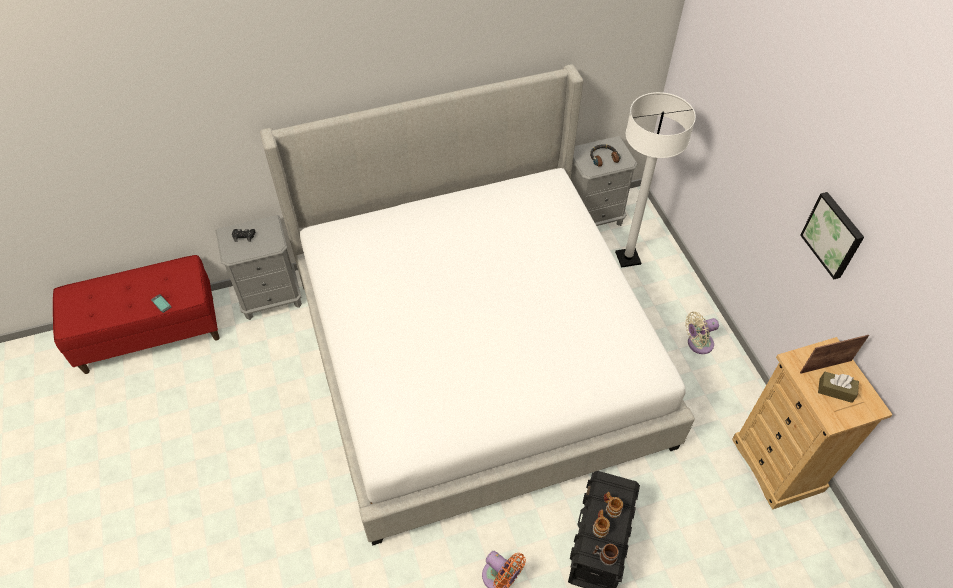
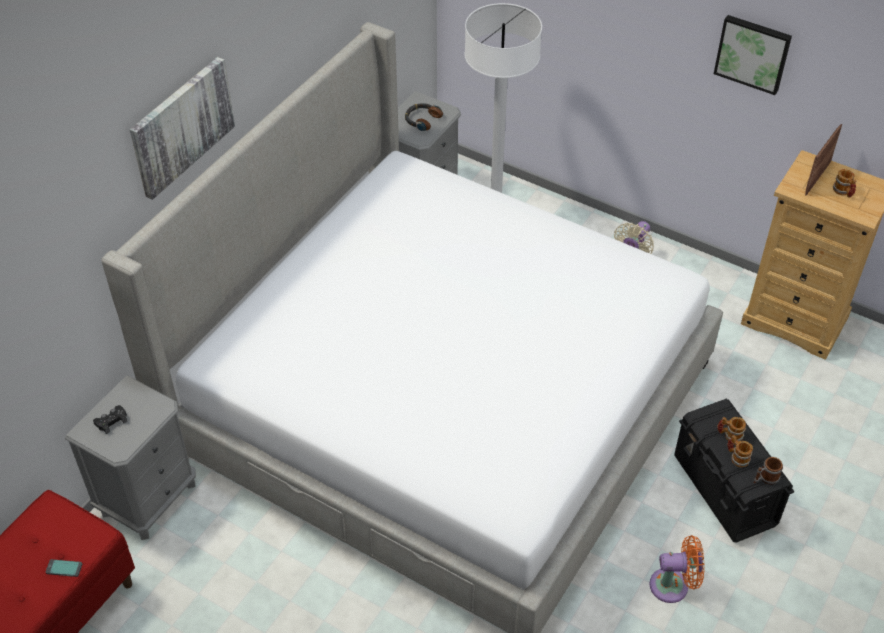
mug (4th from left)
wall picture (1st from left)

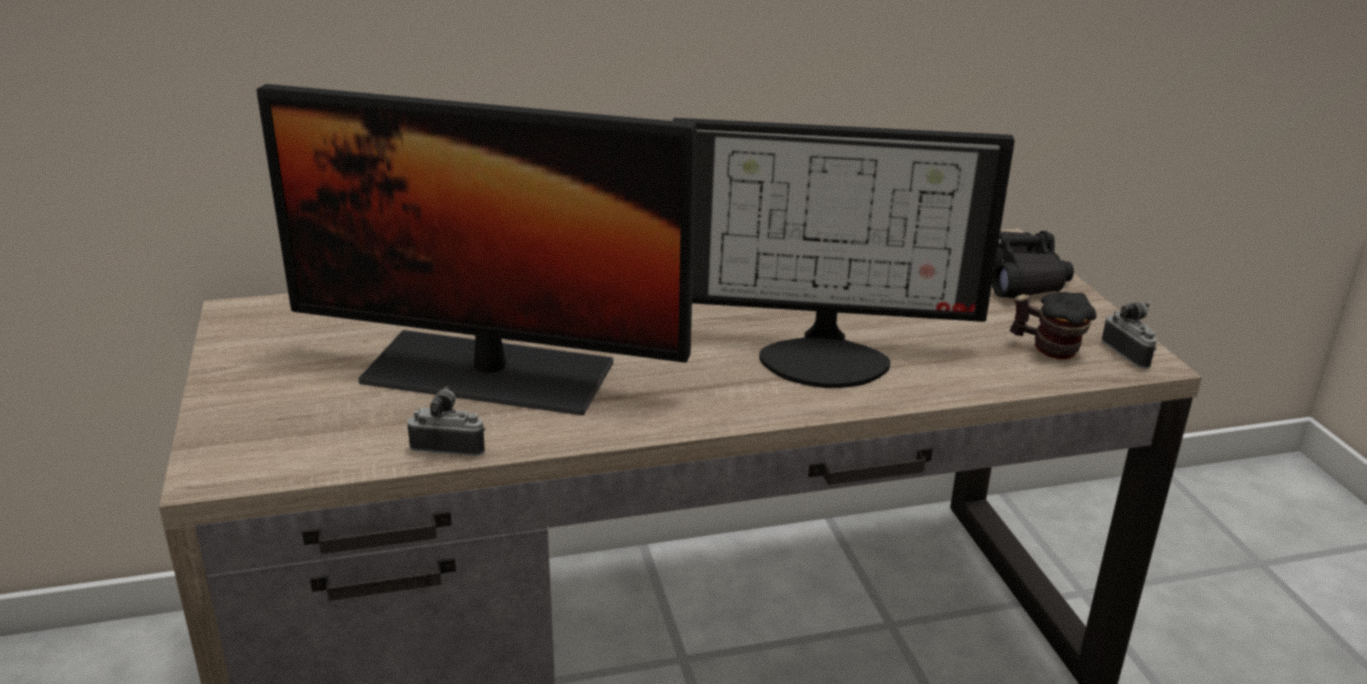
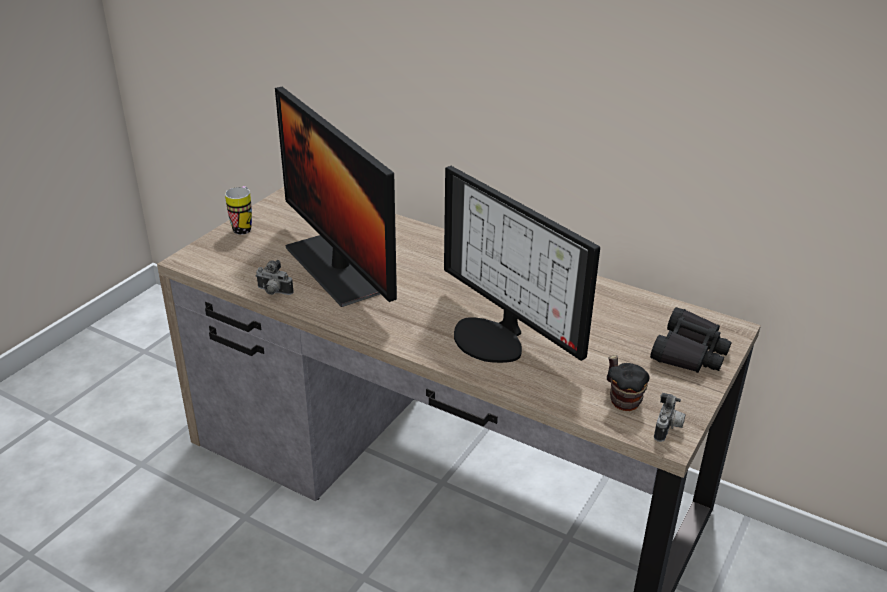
photo camera (1st from left)
mug (1st from left)

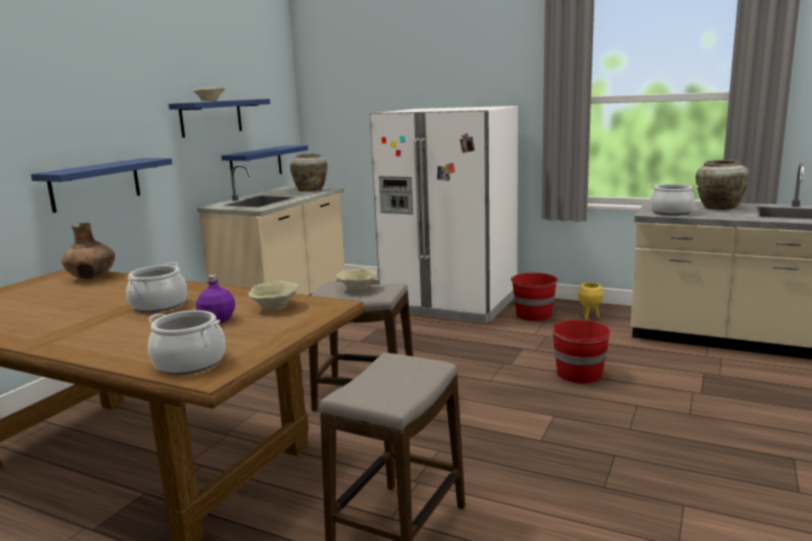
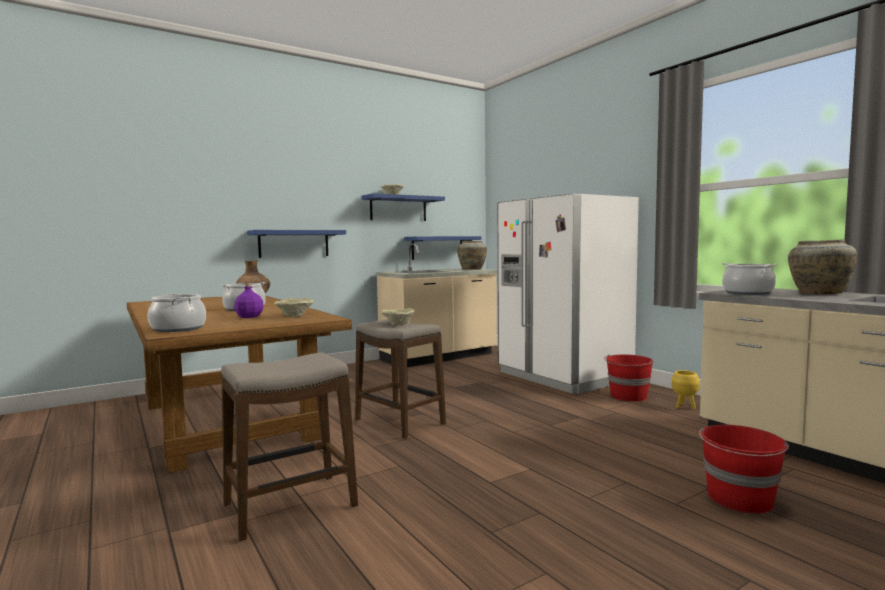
bucket in red-coloured (2nd from left)

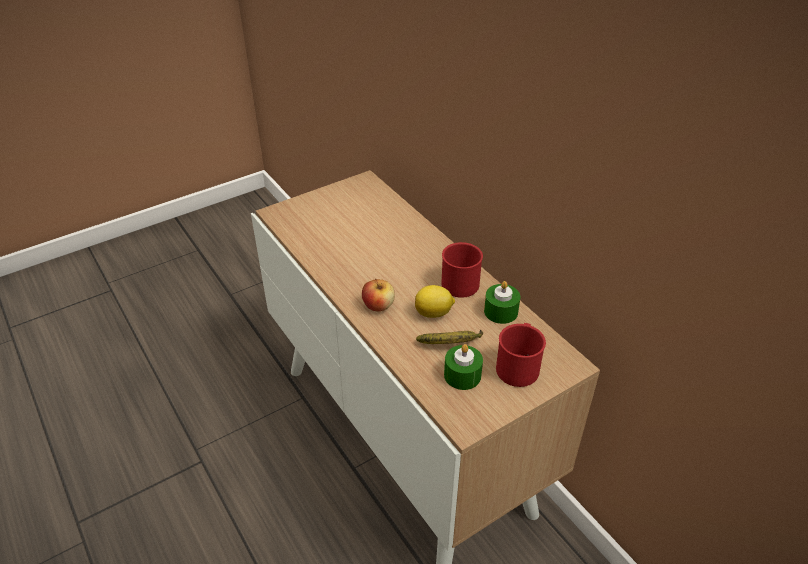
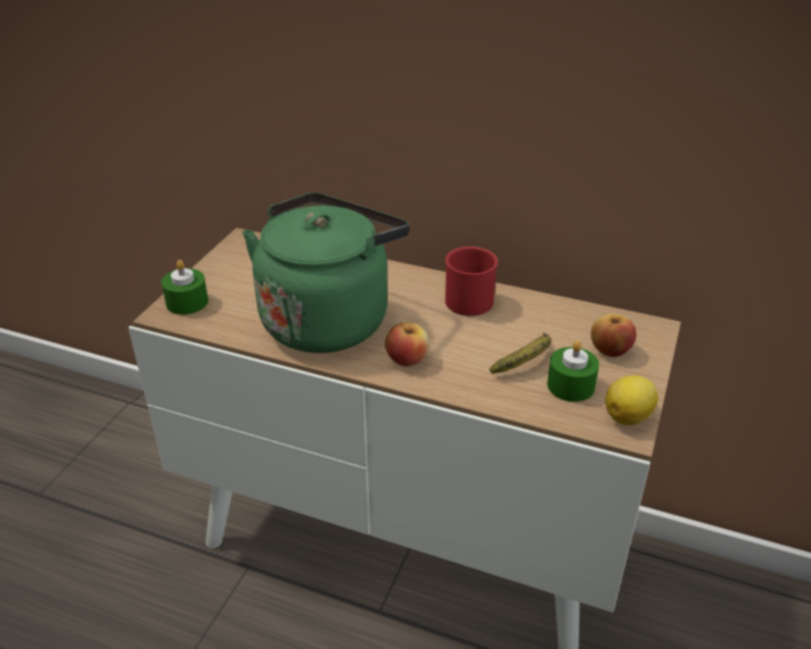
wax light in greenish (1st from left)
whole lemon
apple fruit (2nd from left)
water kettle in greenish

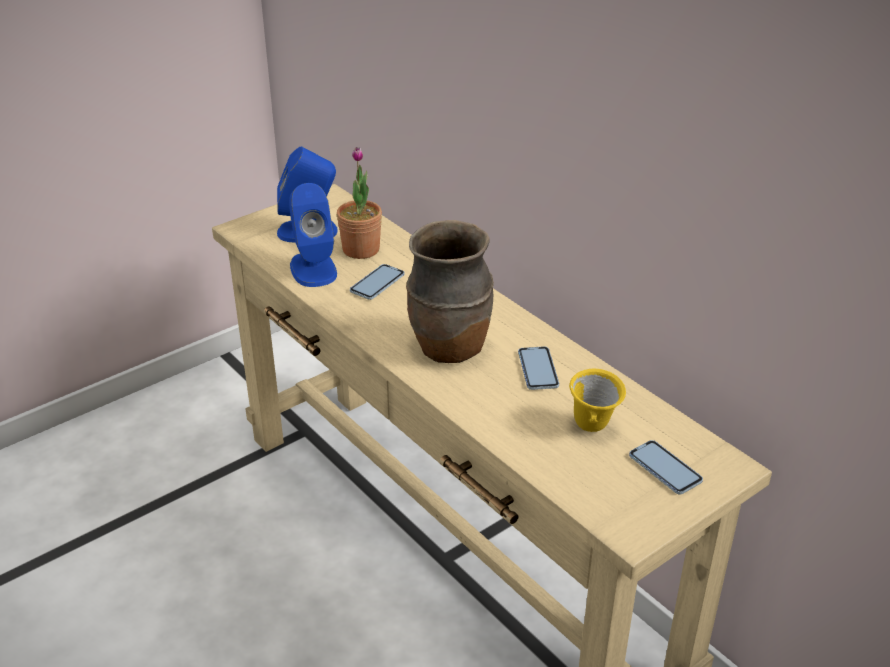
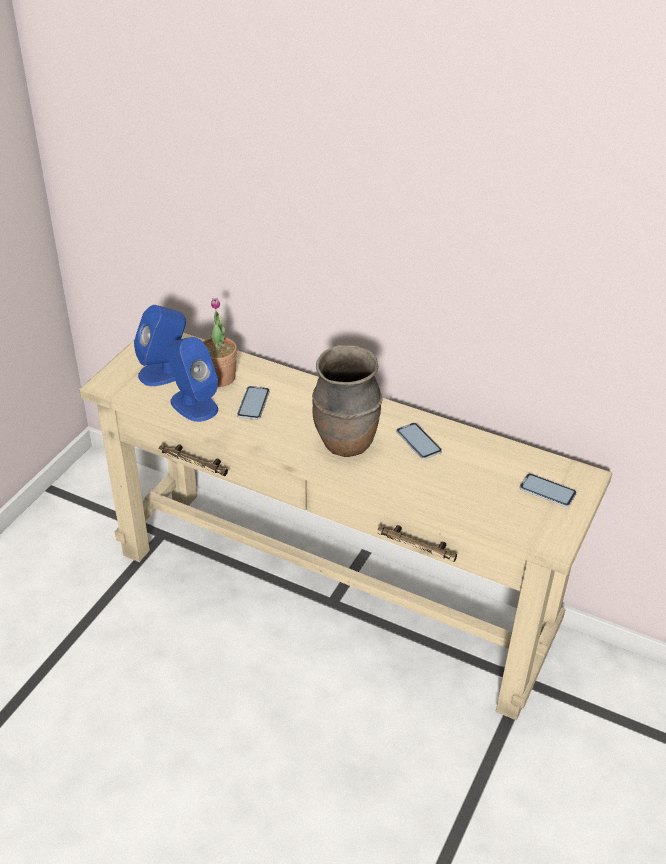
mug in yellow

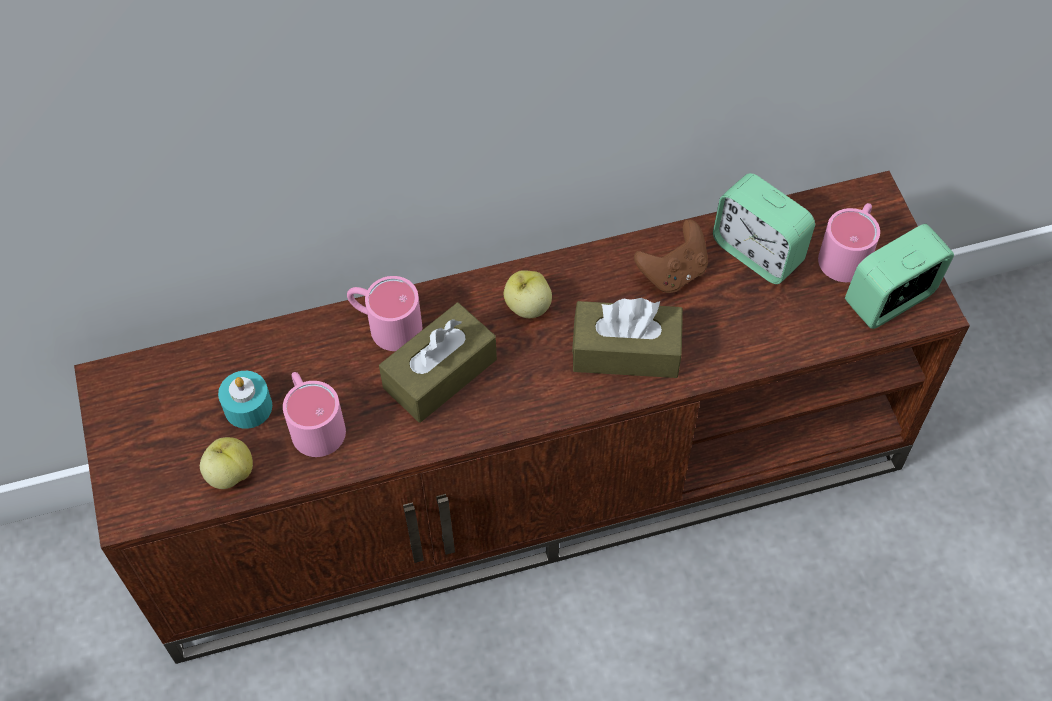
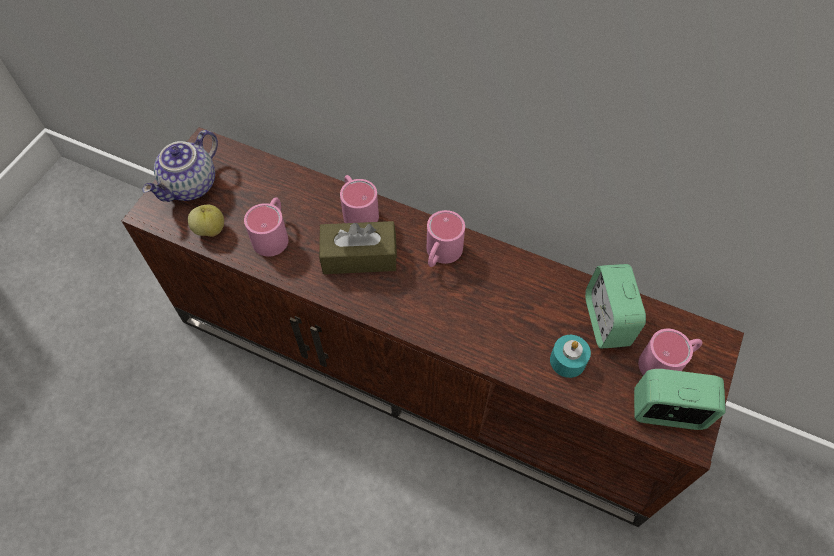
game controller in brownish
mug in pink-coloured (3rd from left)
tissue box in brownish (2nd from left in the first image)
wax light in turquoise-coloured
teapot

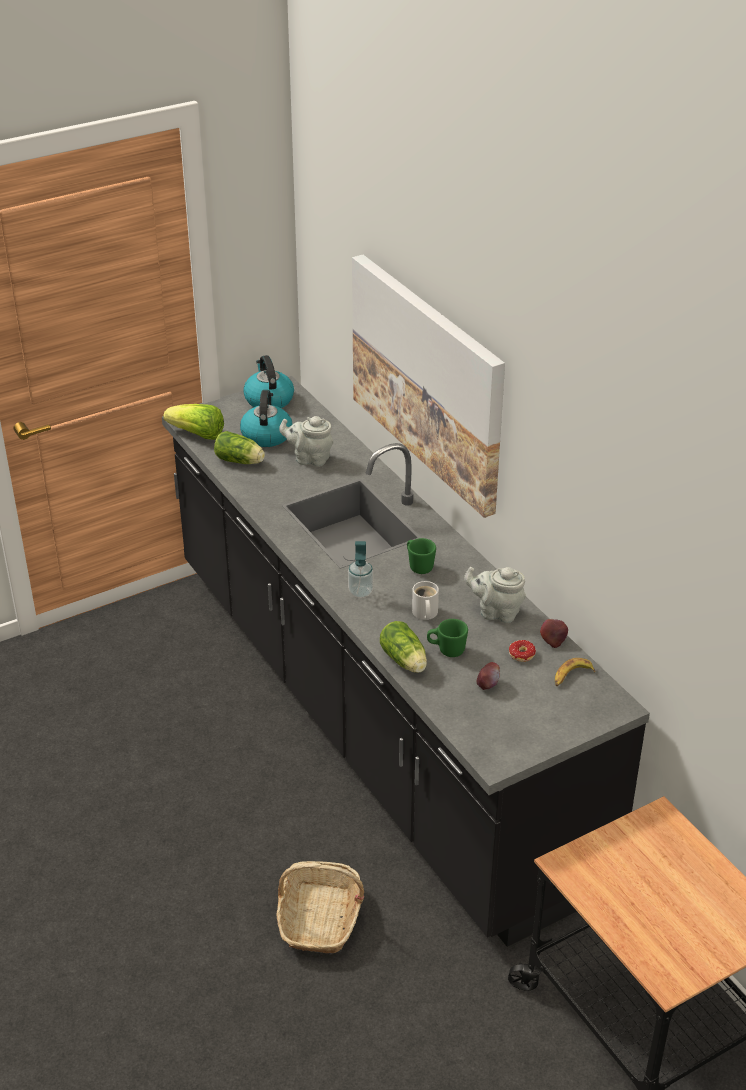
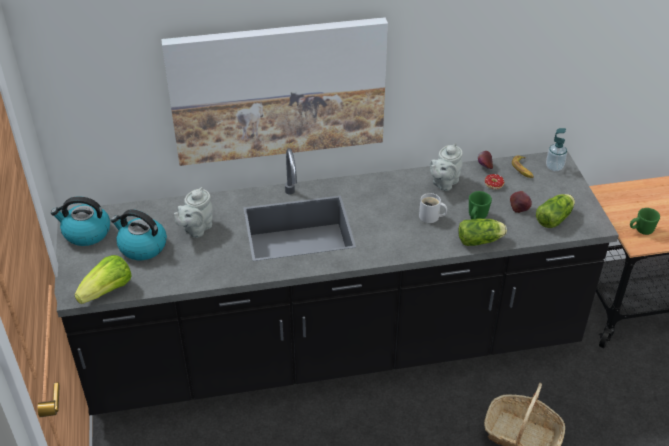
lettuce (3rd from left)
mug in greenish (2nd from left)
liquid soap bottle

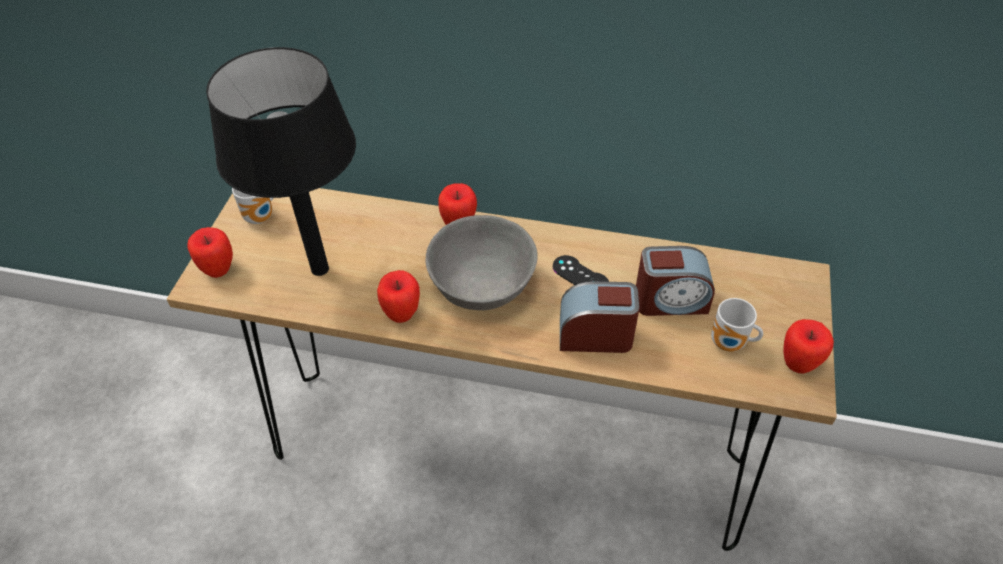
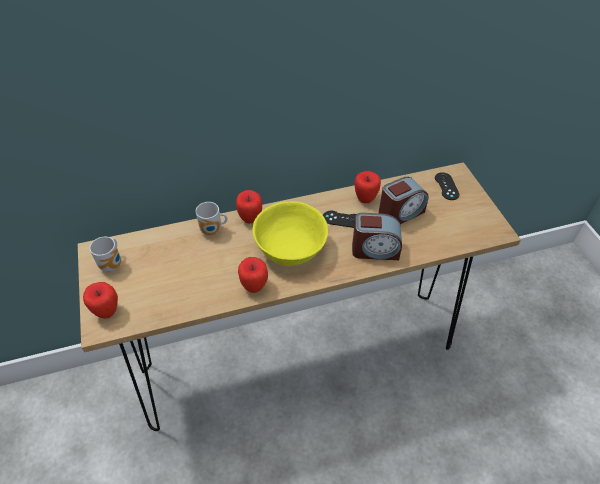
lamp for a table in blackish
serving bowl in yellow
bedside clock (1st from left)
mug (2nd from left)
apple fruit (4th from left)
game controller in blackish (2nd from left)

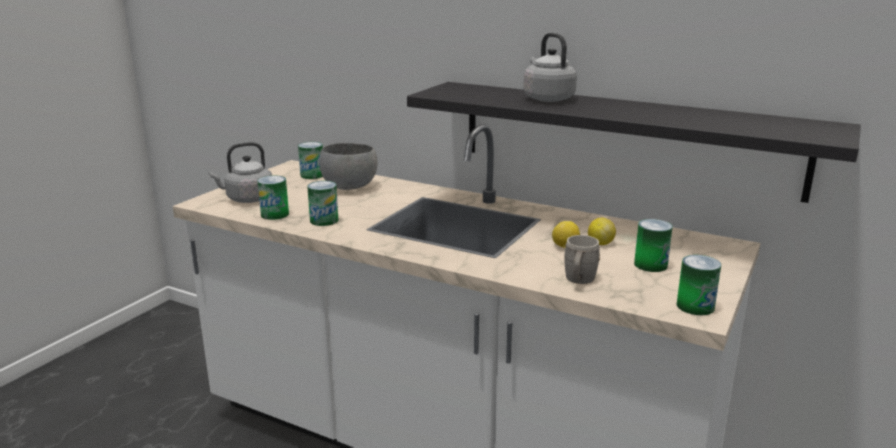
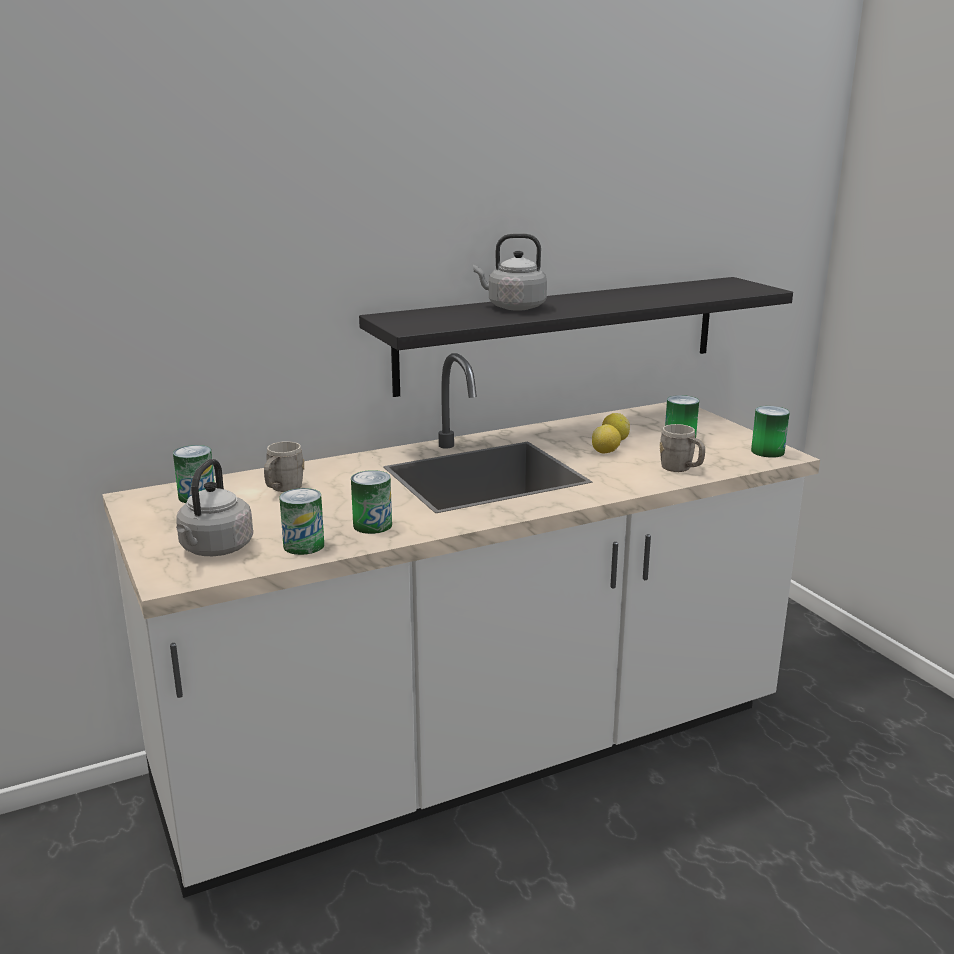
mug in gray (1st from left)

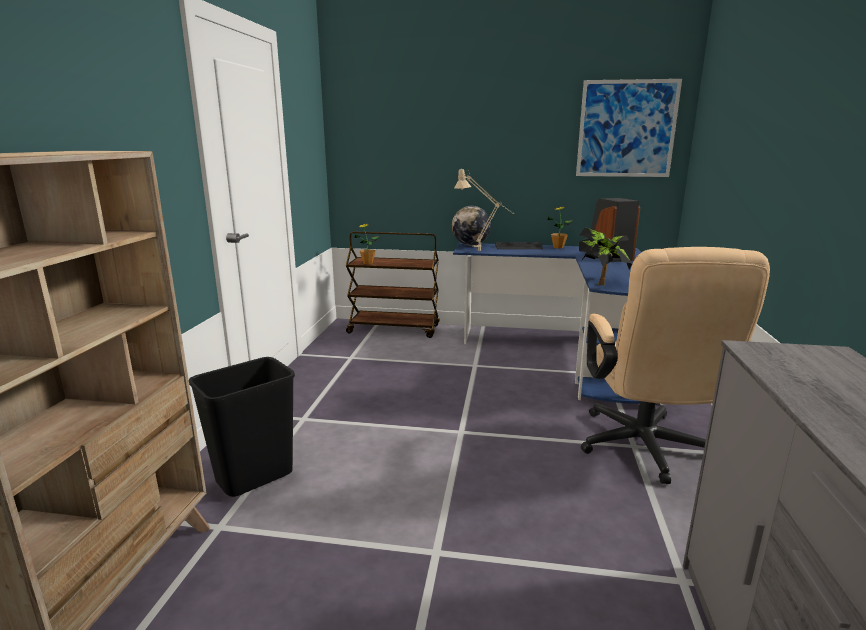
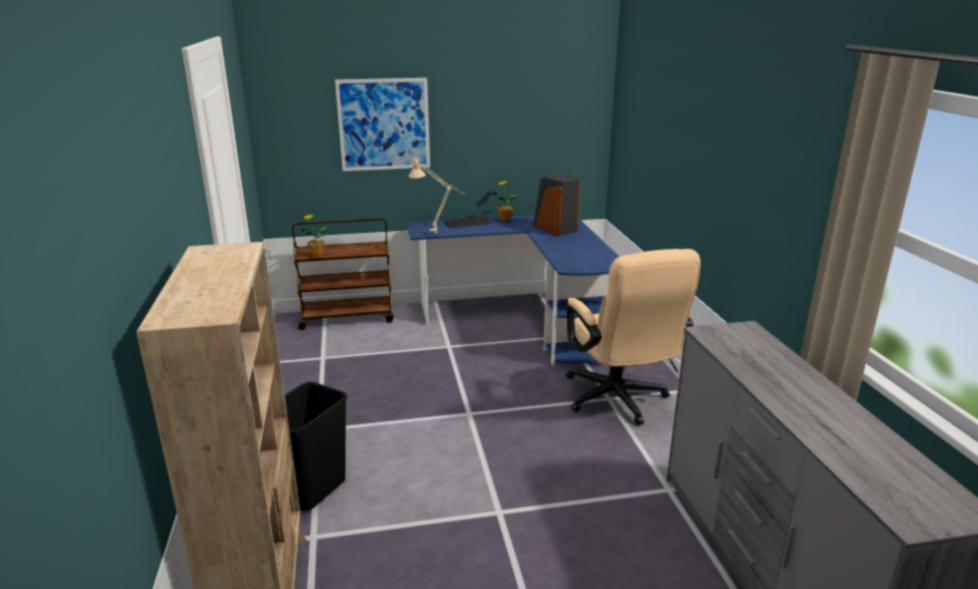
wall picture
desk globe
potted plant (3rd from left in the first image)

